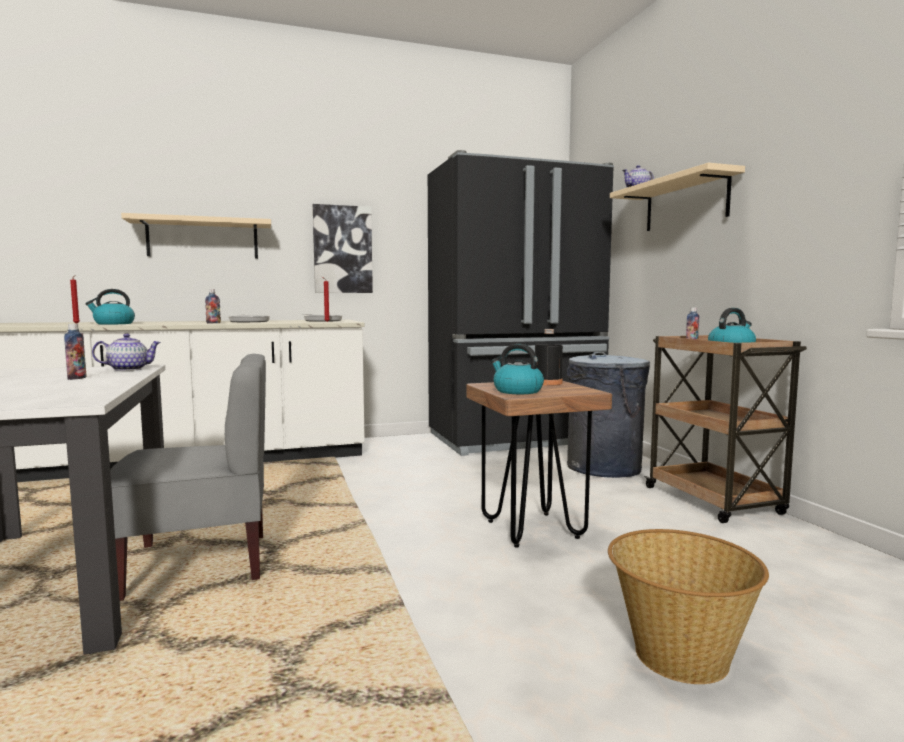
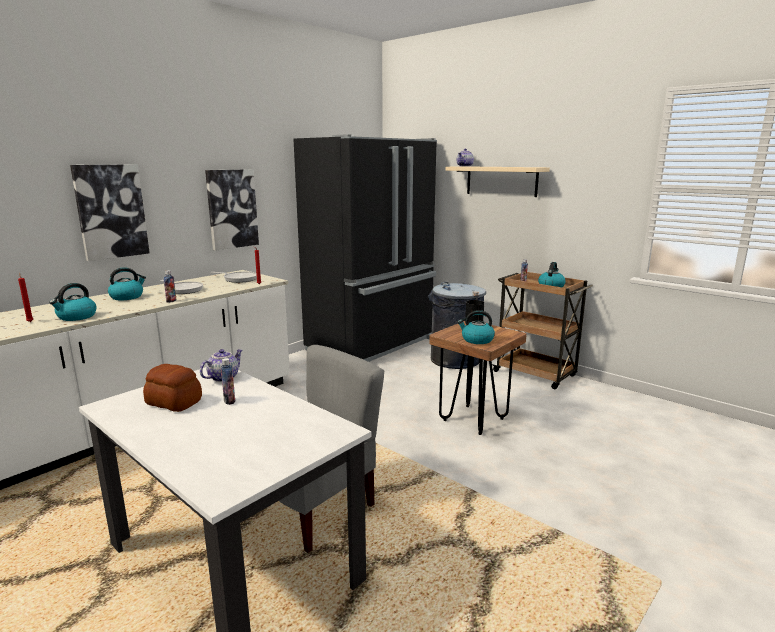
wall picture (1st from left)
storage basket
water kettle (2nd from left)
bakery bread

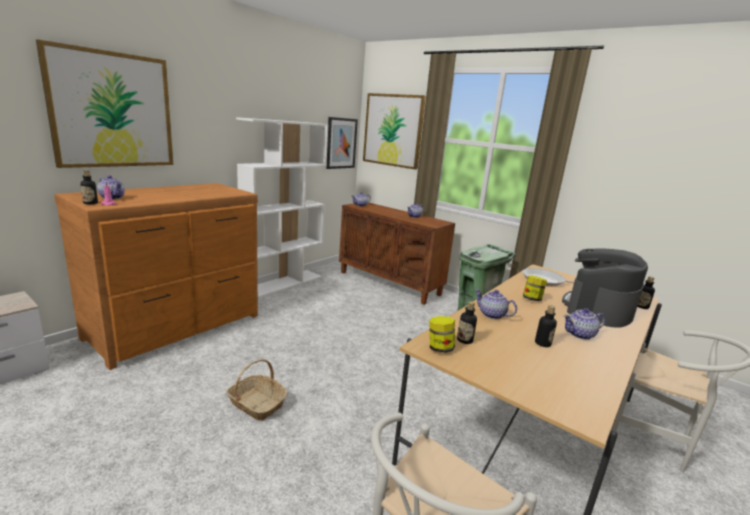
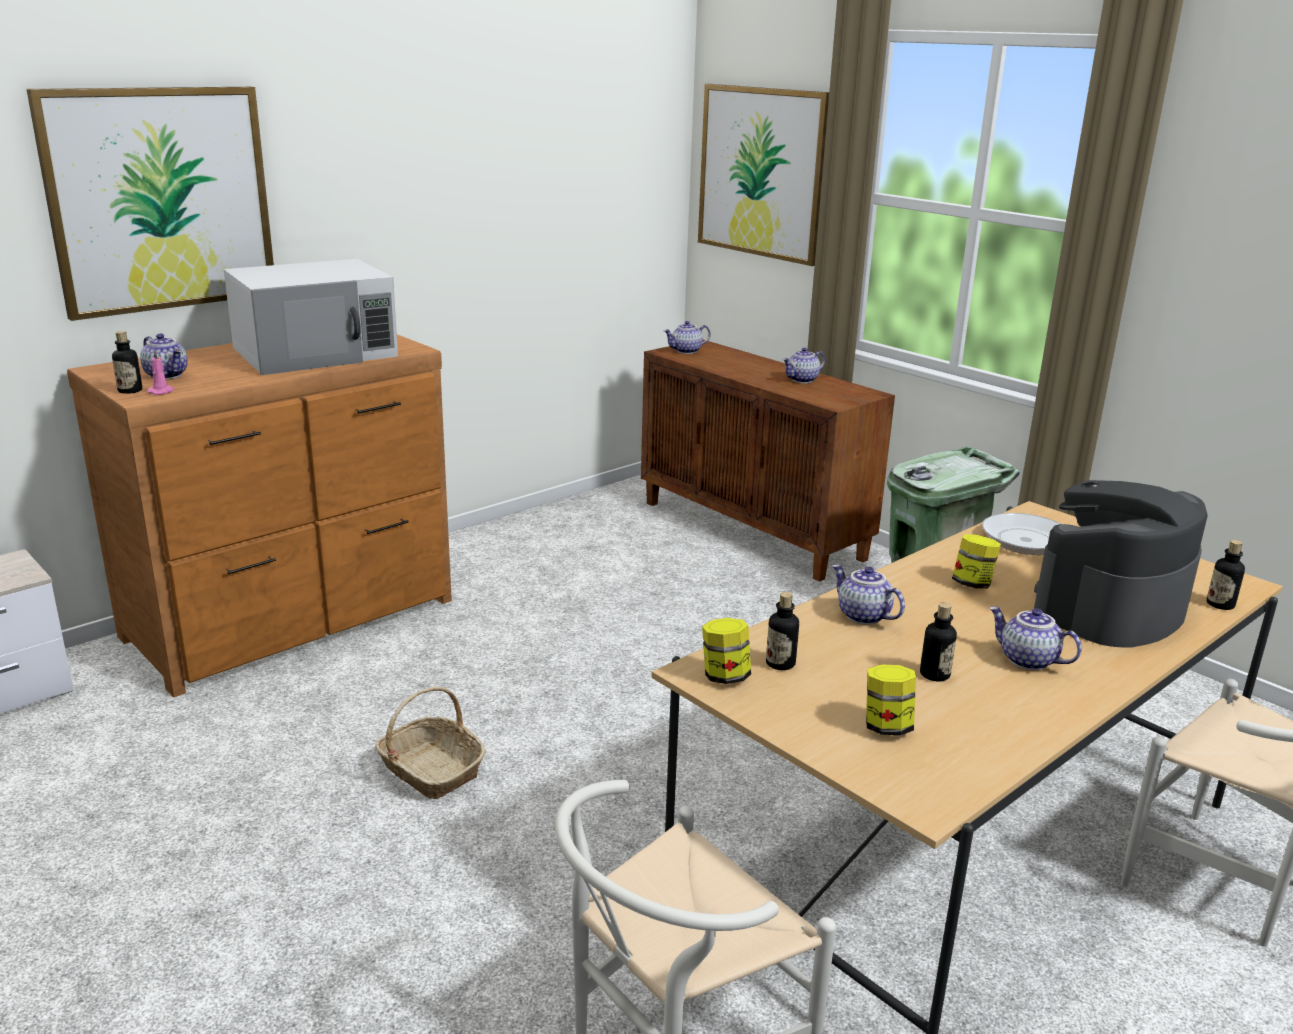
bookcase in white
wall picture (2nd from left in the first image)
teapot (5th from left)
microwave oven in white
storage jar (2nd from left)

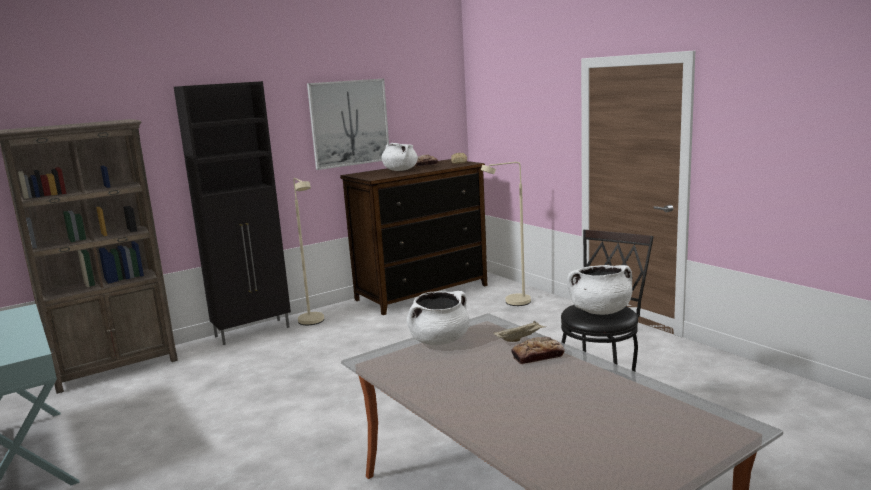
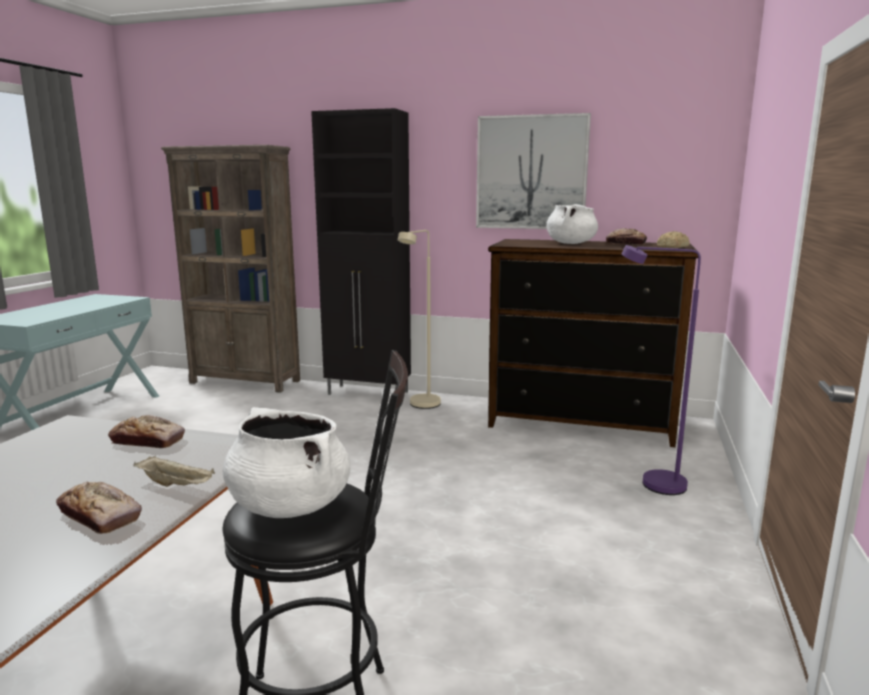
floor lamp in purple
bakery bread (2nd from left)

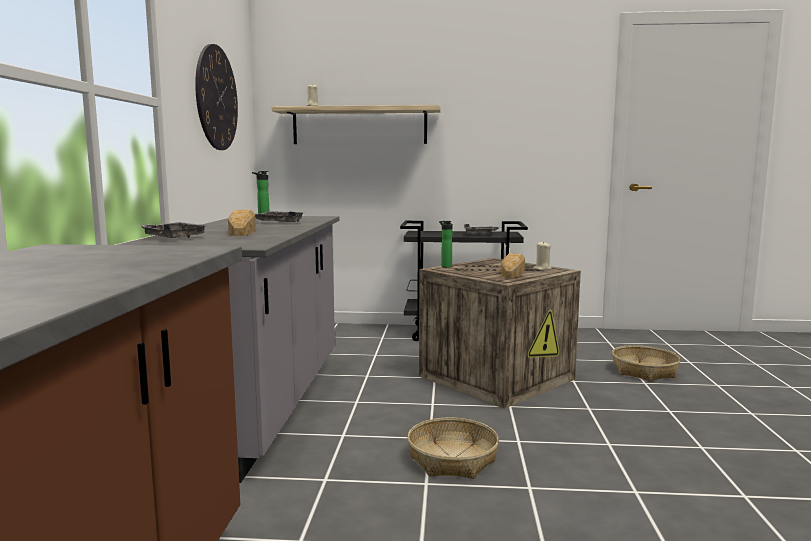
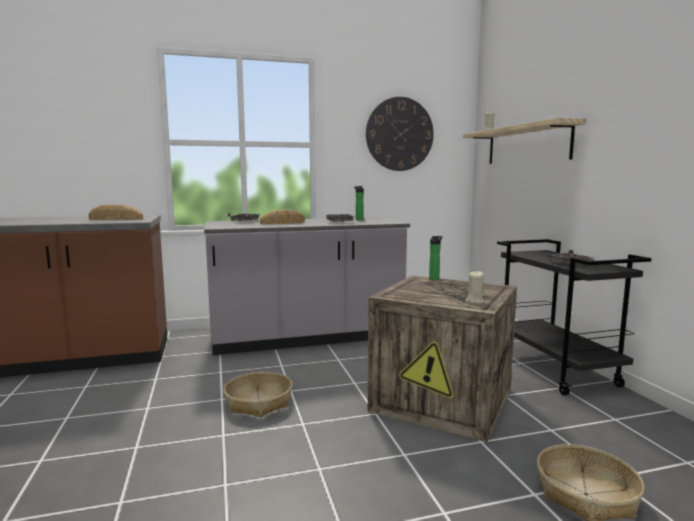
bakery bread (1st from left)

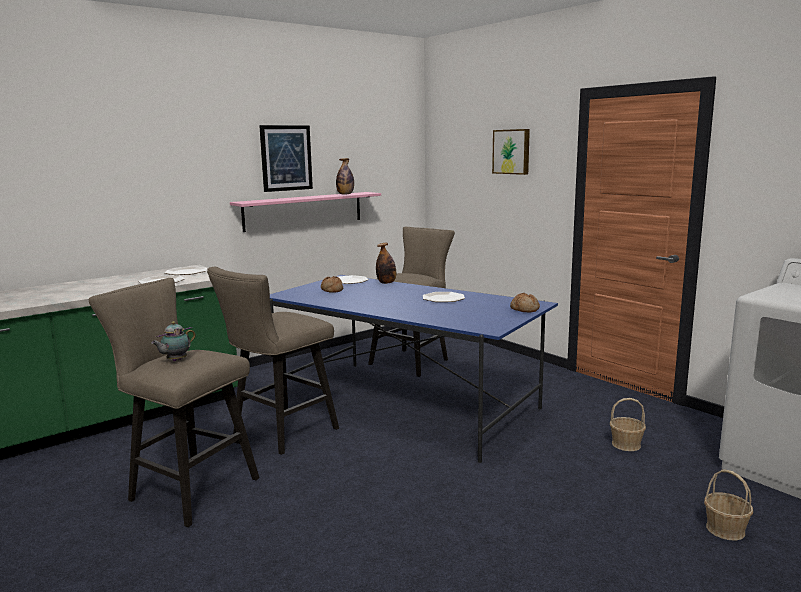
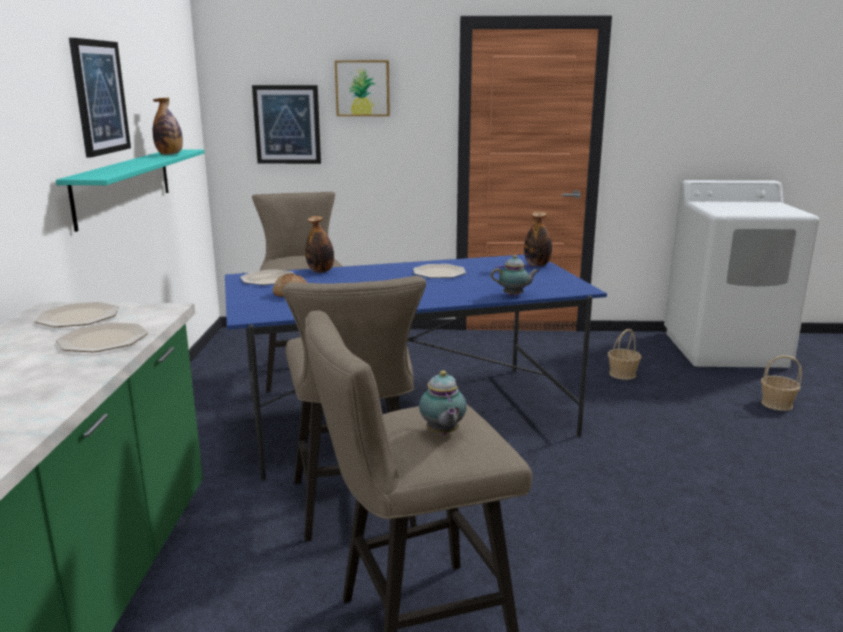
wall shelf in turquoise-coloured
drink bottle (3rd from left)
wall picture (2nd from left)
teapot (2nd from left)

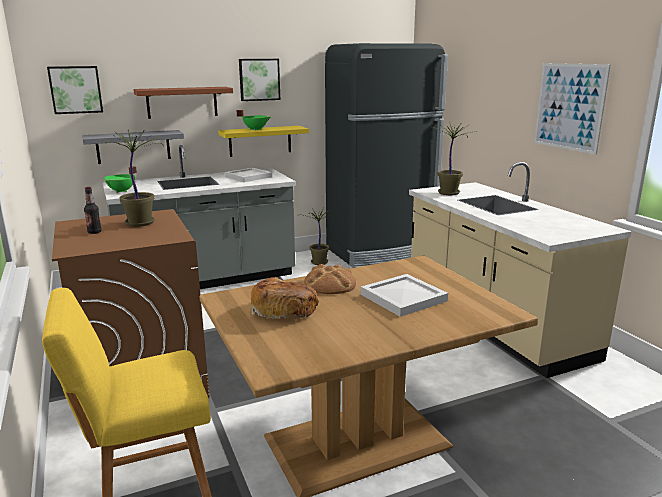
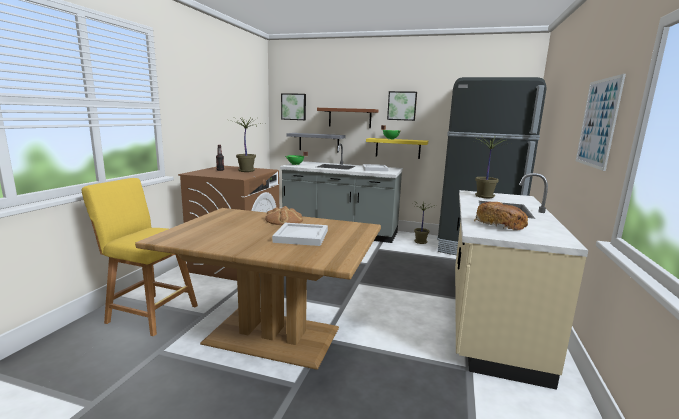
bakery bread (2nd from left)

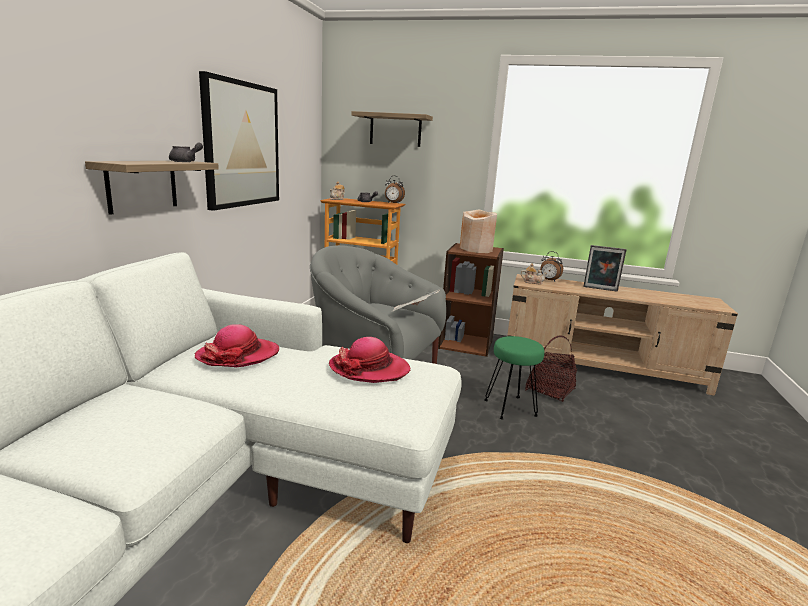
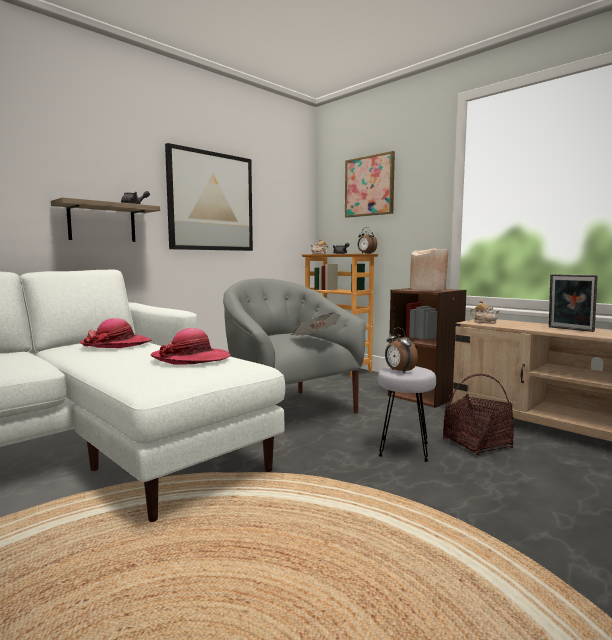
wall picture (2nd from left)
bedside clock (2nd from left)
stool in gray

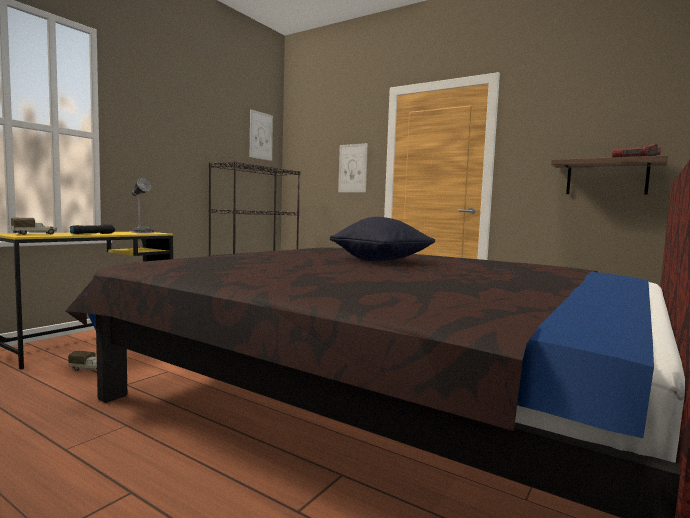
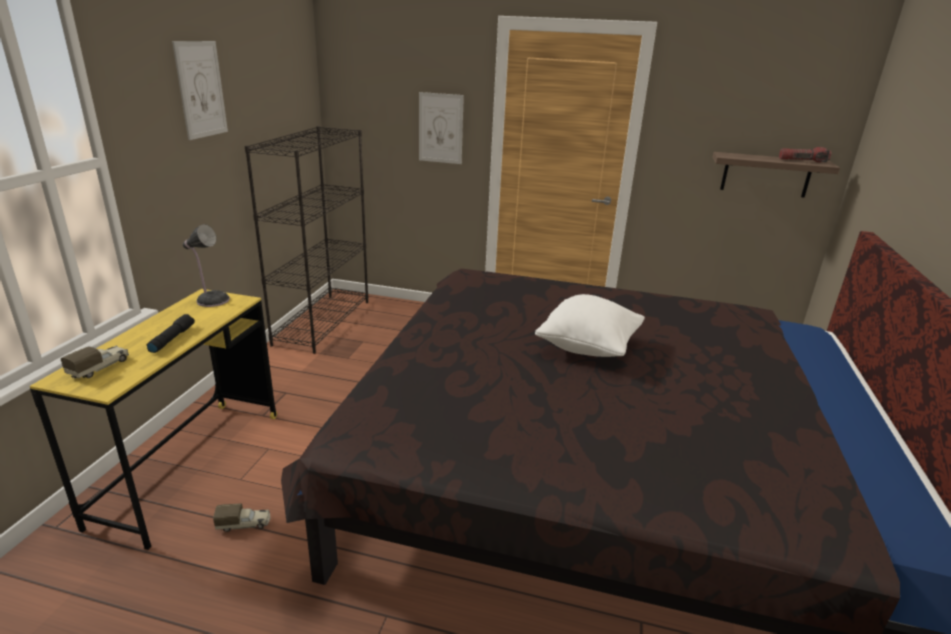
wall picture (1st from left)
throw pillow in white

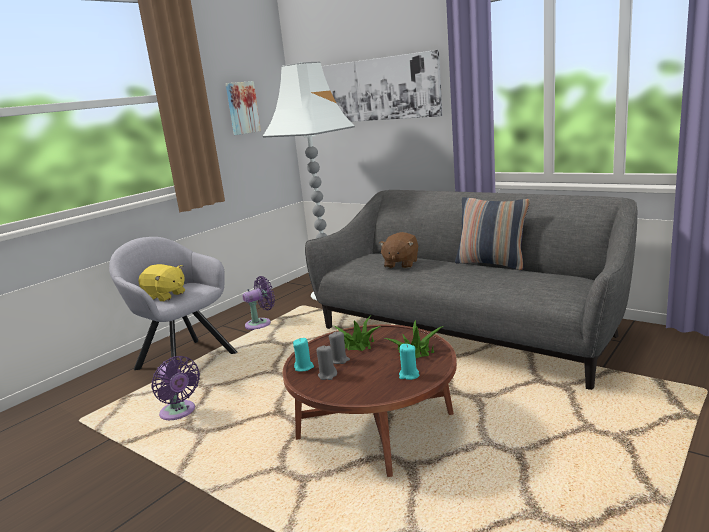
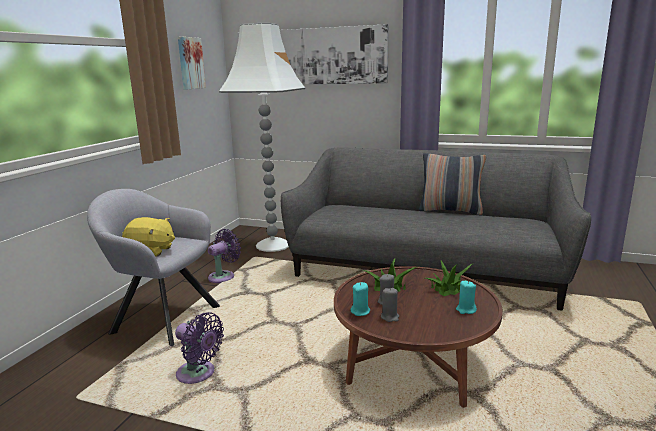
soft toy in brownish

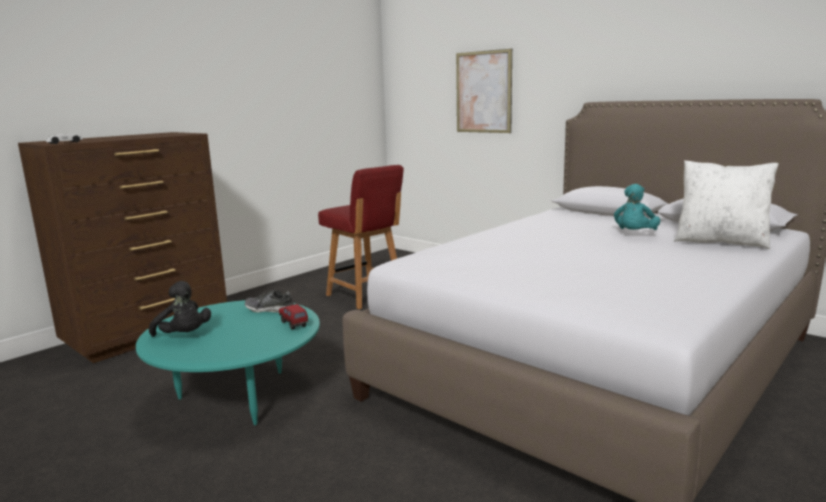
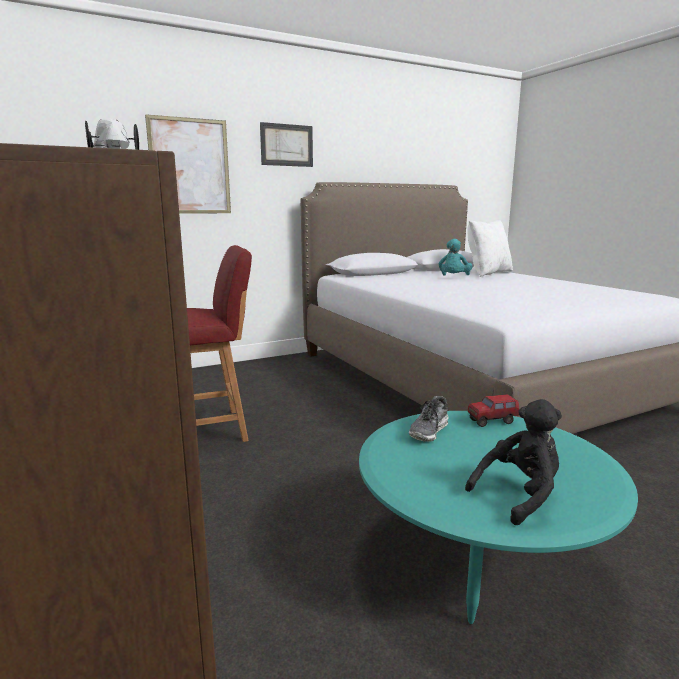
soft toy in turquoise-coloured
wall picture (2nd from left)

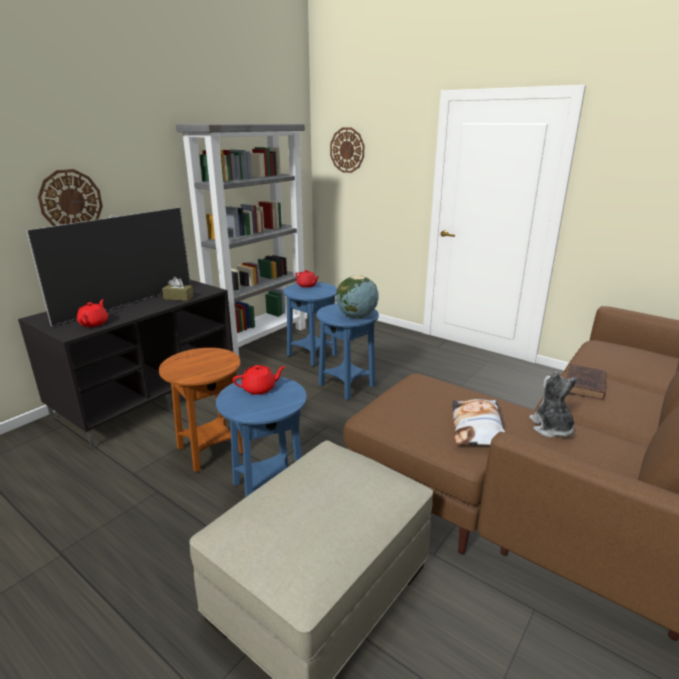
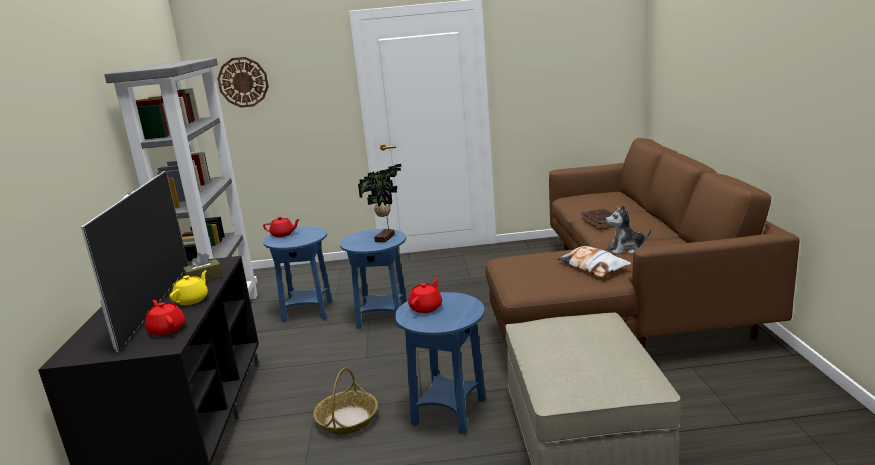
clock on the wall (1st from left in the first image)
potted plant
storage basket
soft toy
teapot in yellow

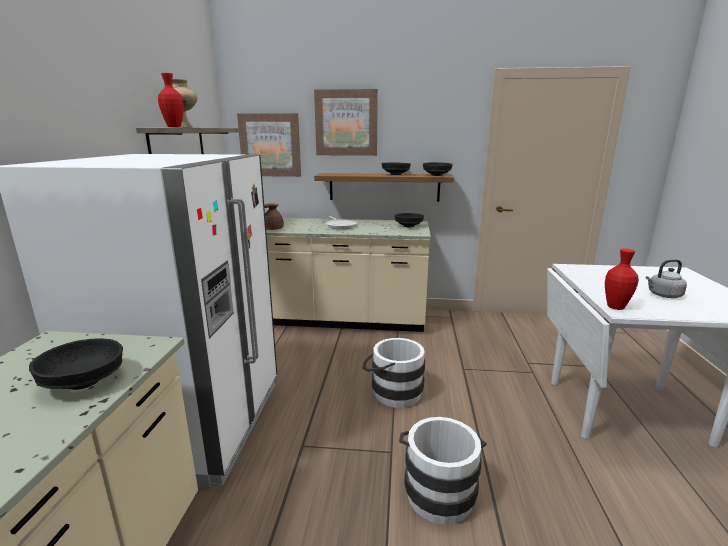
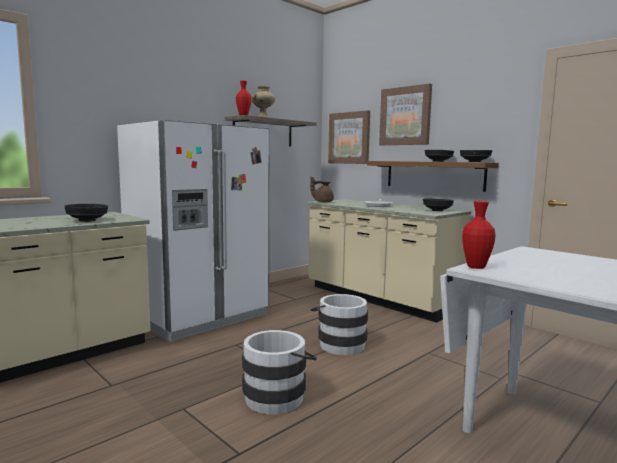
water kettle in gray

